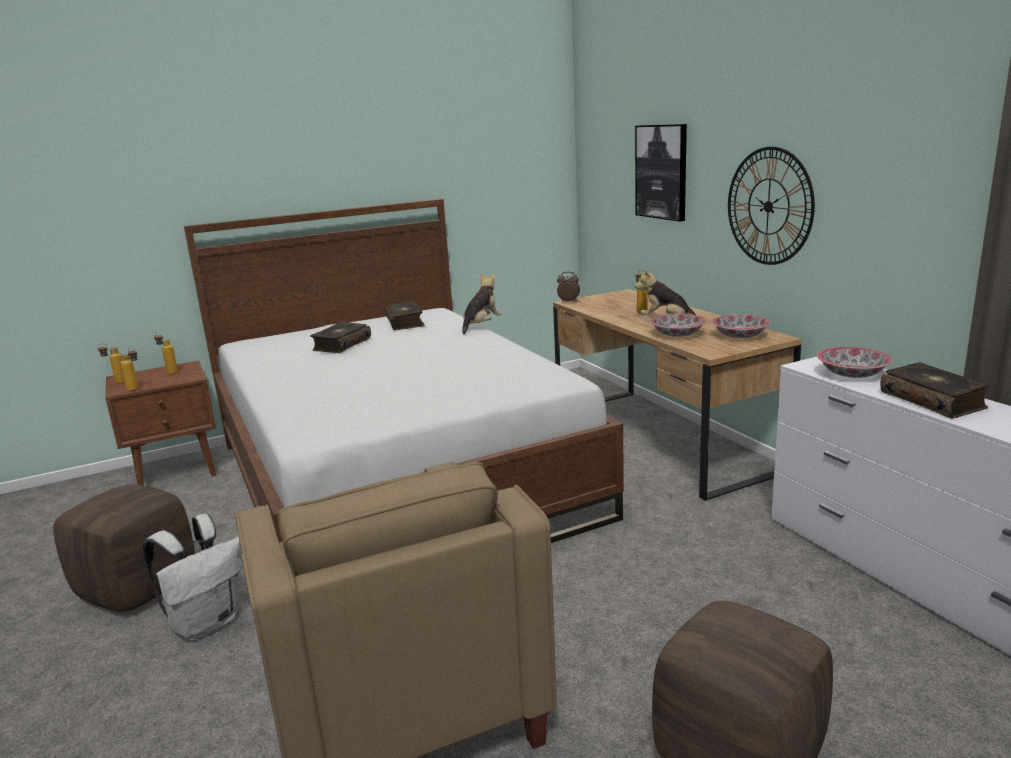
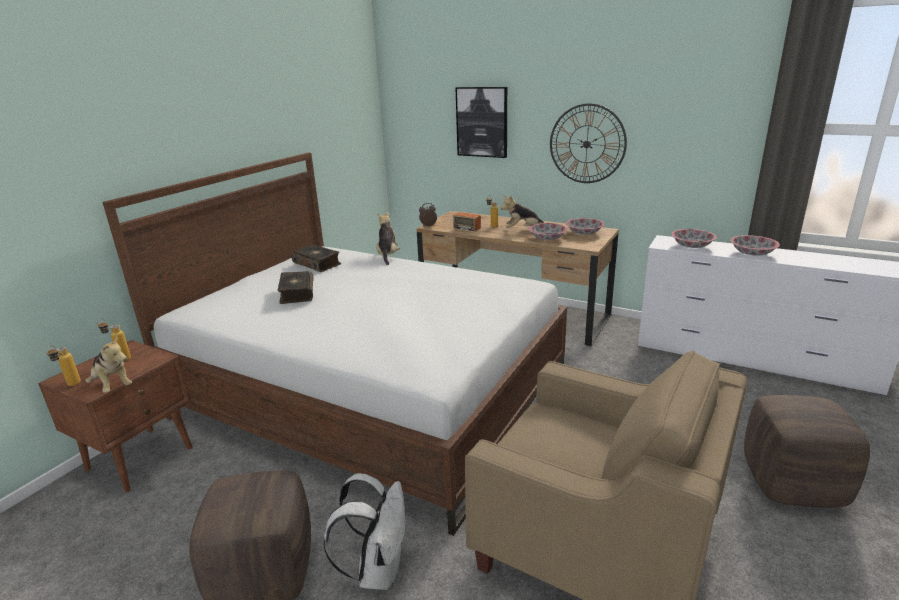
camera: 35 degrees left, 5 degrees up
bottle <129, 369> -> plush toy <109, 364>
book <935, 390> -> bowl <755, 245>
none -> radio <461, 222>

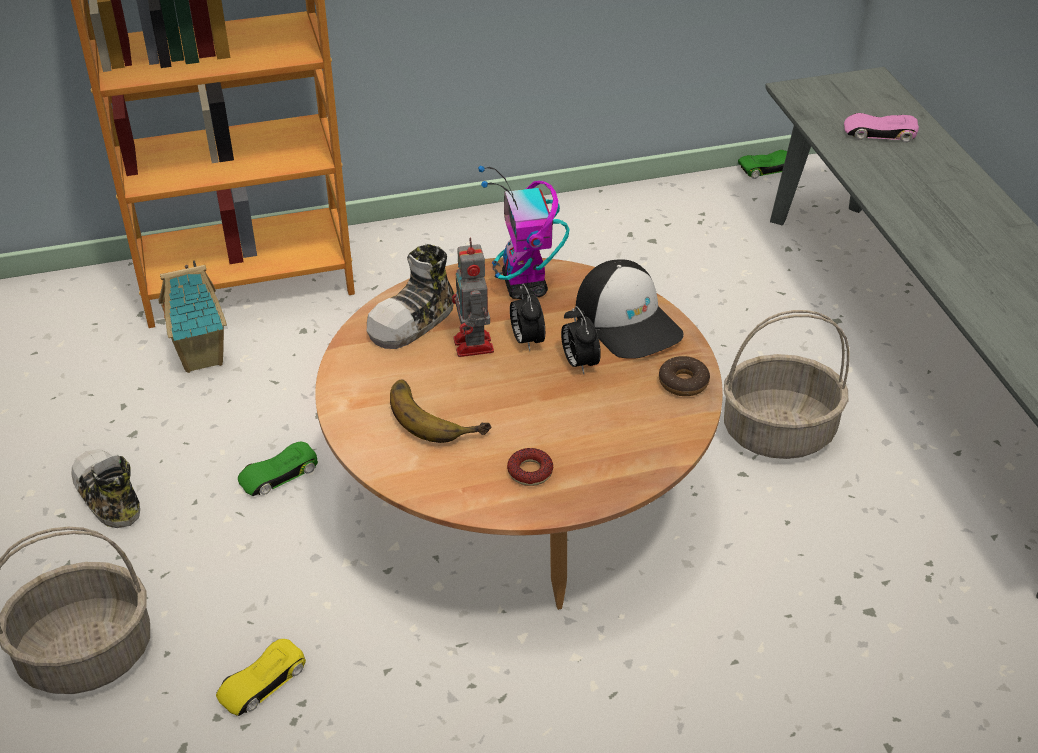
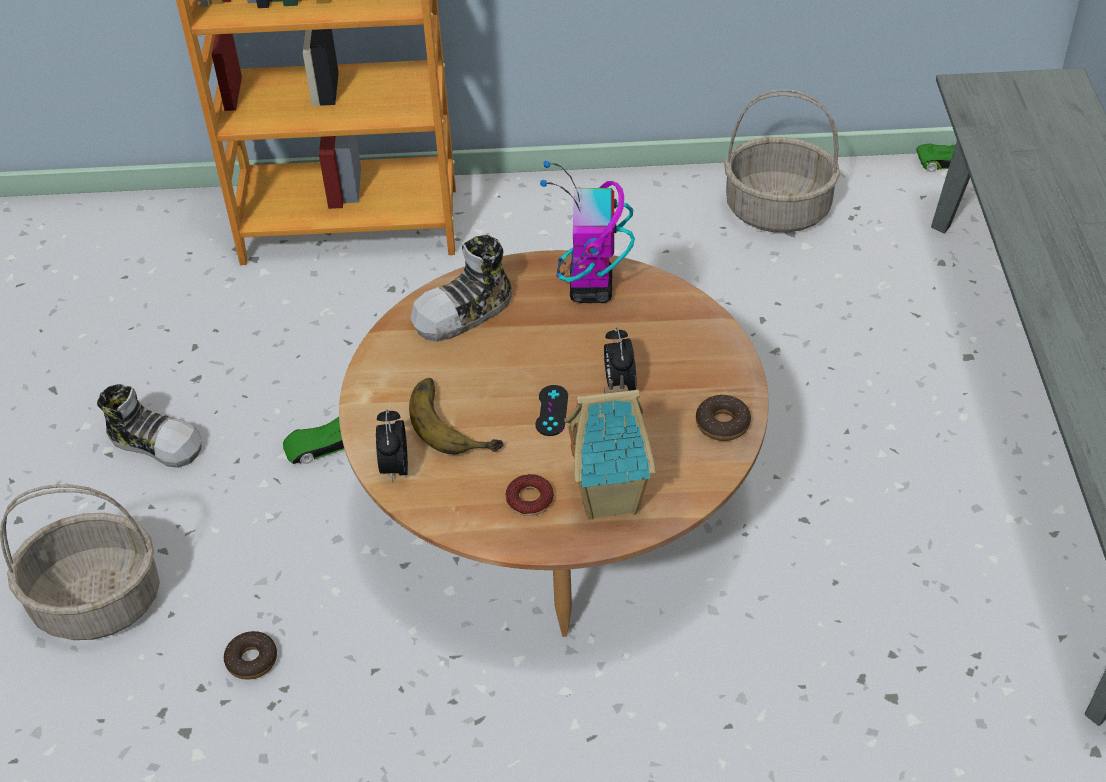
camera: 15 degrees right, 5 degrees up
shoe <105, 488> -> shoe <149, 426>, 135 degrees clockwise
toy house <192, 316> -> toy house <610, 447>, move
toy car in yellow <261, 677> -> donut <250, 655>
toy robot <473, 297> -> none
alarm clock <527, 317> -> alarm clock <392, 446>, move
cap <630, 309> -> none
basket <787, 384> -> basket <782, 161>, move
toy car in pink <881, 127> -> none
none -> game controller in black <551, 410>

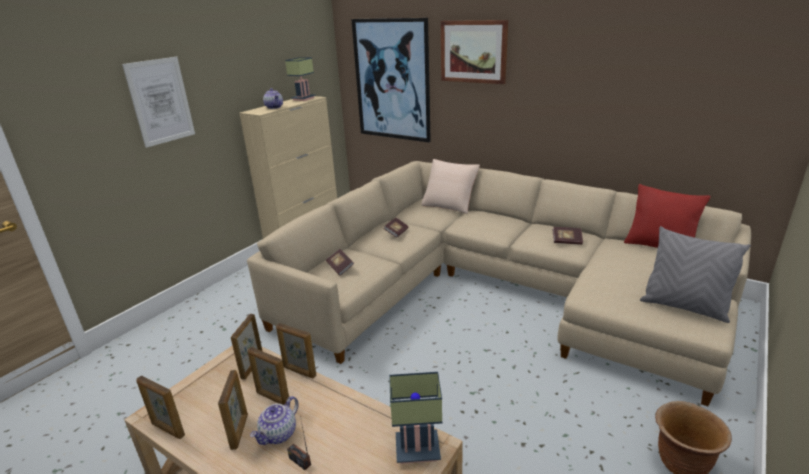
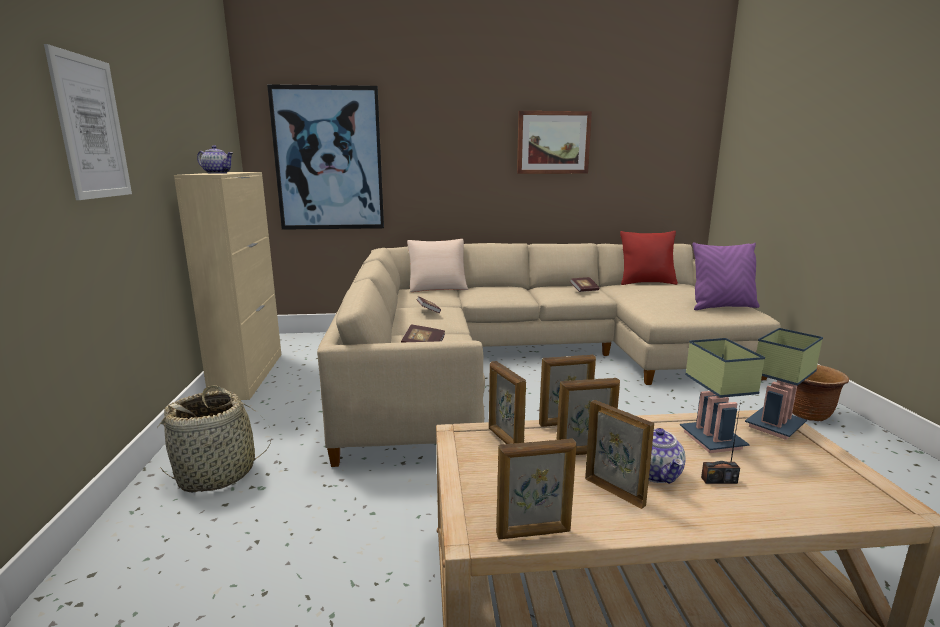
camera: 40 degrees left, 10 degrees down
table lamp <300, 79> -> table lamp <722, 395>, move
picture <474, 52> -> picture <554, 142>, move
pillow in grey <695, 274> -> pillow in purple <726, 276>
none -> basket <214, 438>

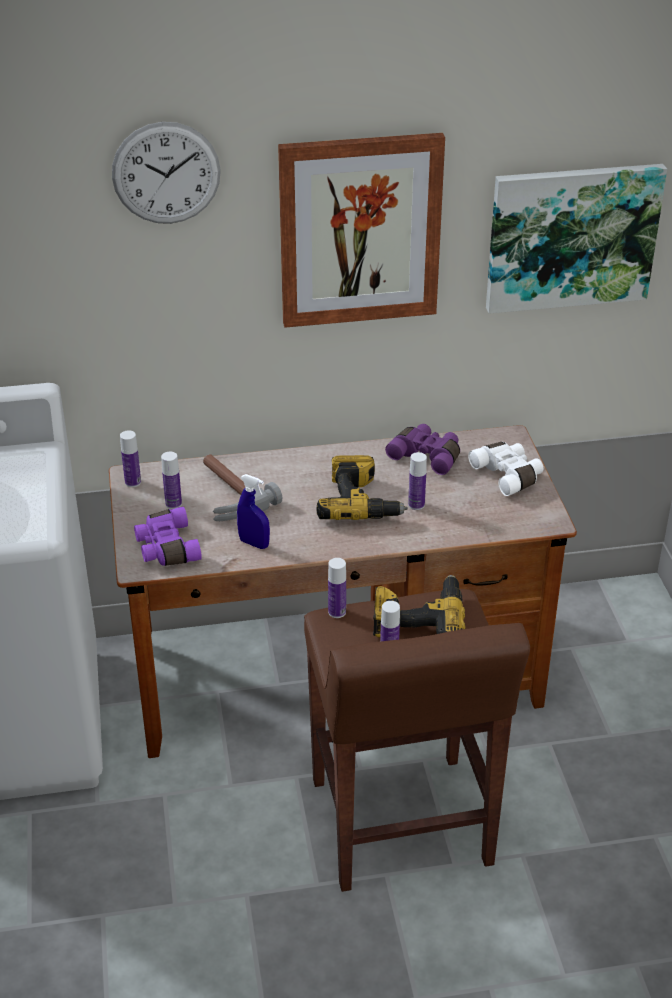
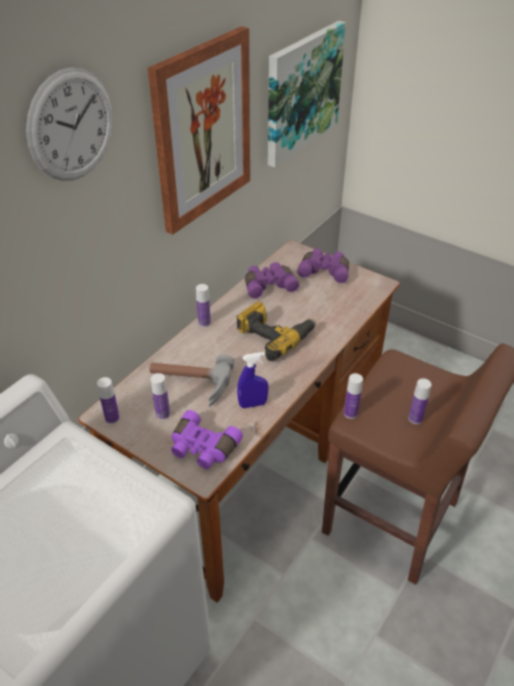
camera: 45 degrees left, 5 degrees up
power drill <419, 606> -> none
bottle <417, 481> -> bottle <203, 305>, move
binoculars in white <505, 469> -> binoculars in purple <323, 265>

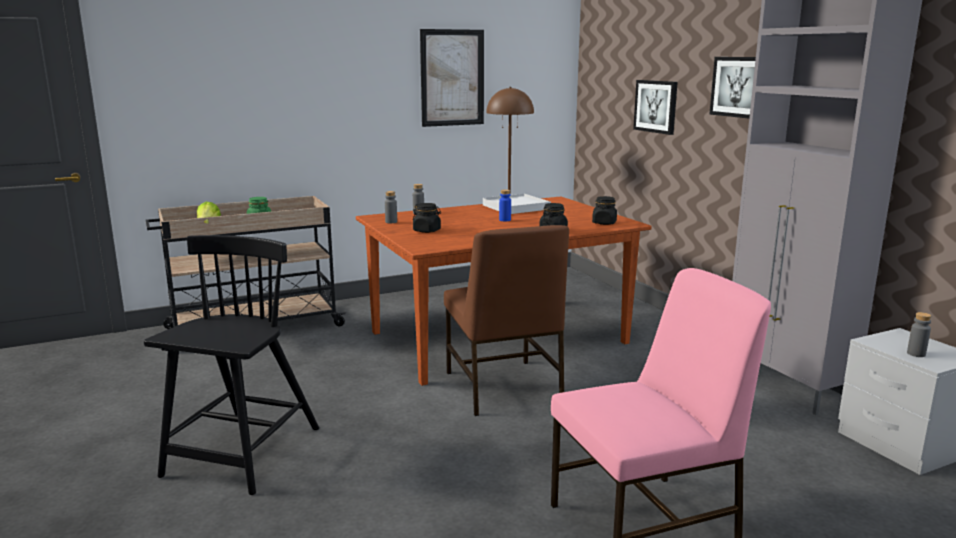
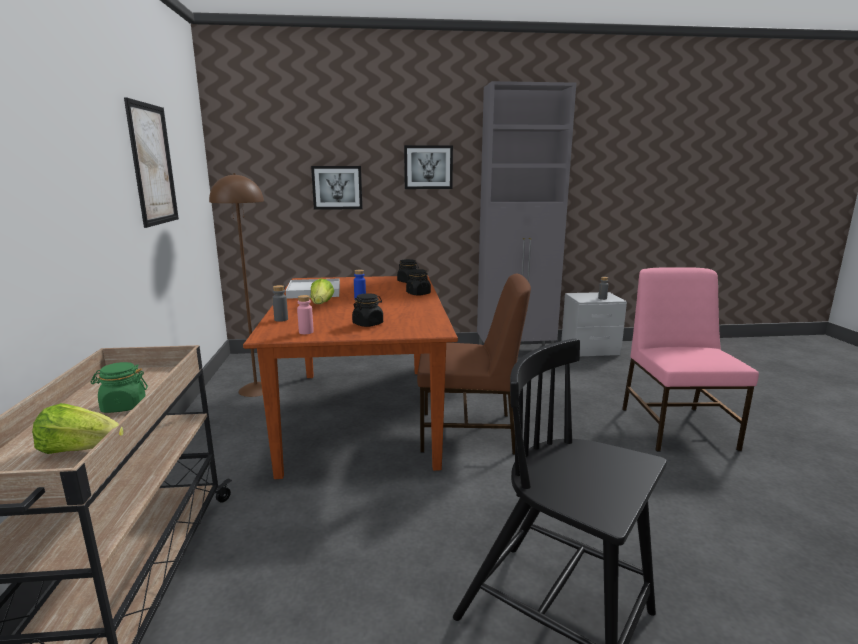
camera: 70 degrees left, 0 degrees up
bottle in grey <391, 207> -> bottle in pink <305, 314>
none -> lettuce <322, 291>

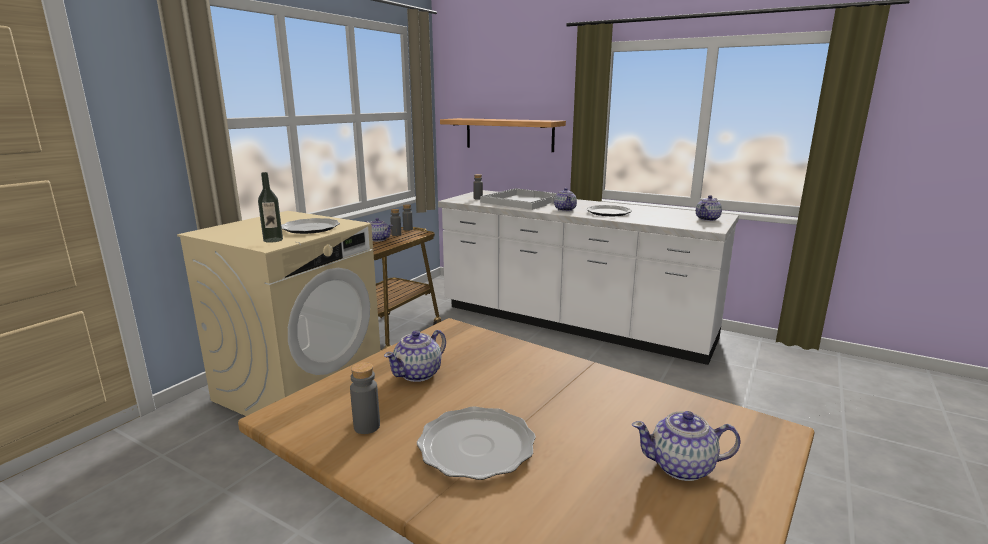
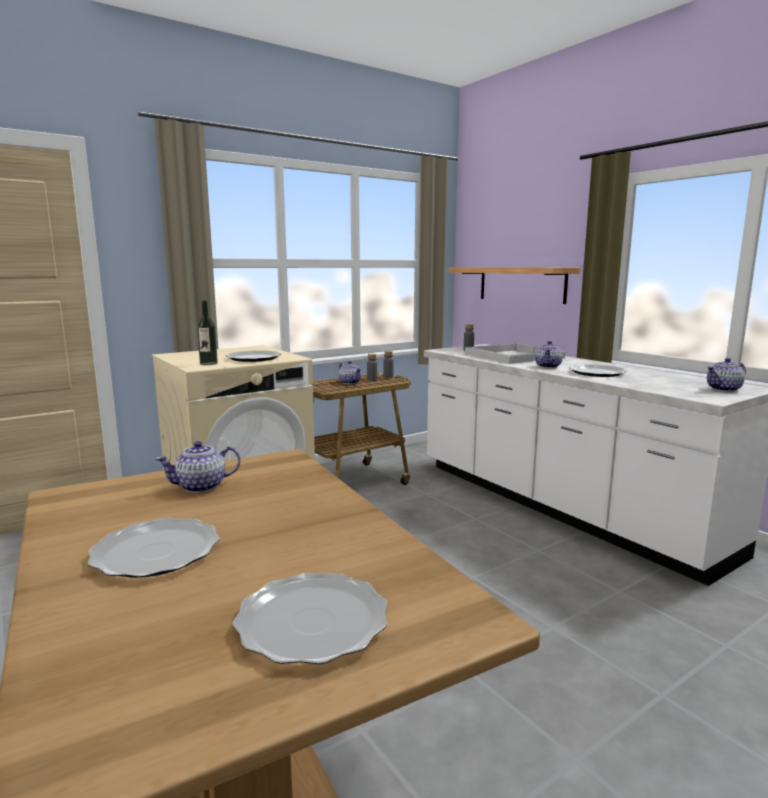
camera: 25 degrees right, 5 degrees down
bottle in grey <365, 398> -> none
teapot <686, 446> -> plate <310, 618>

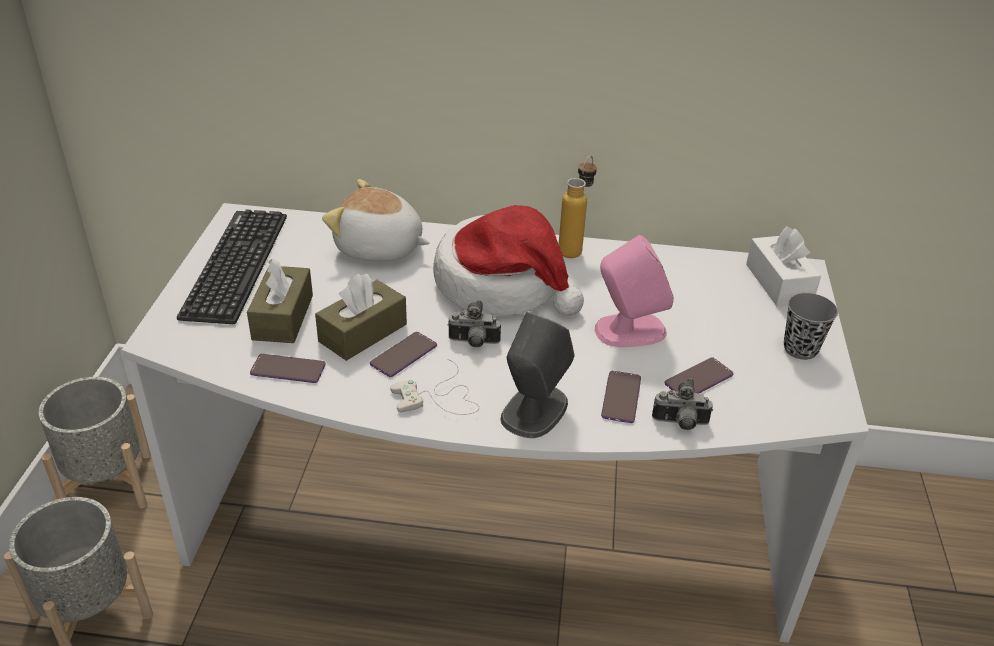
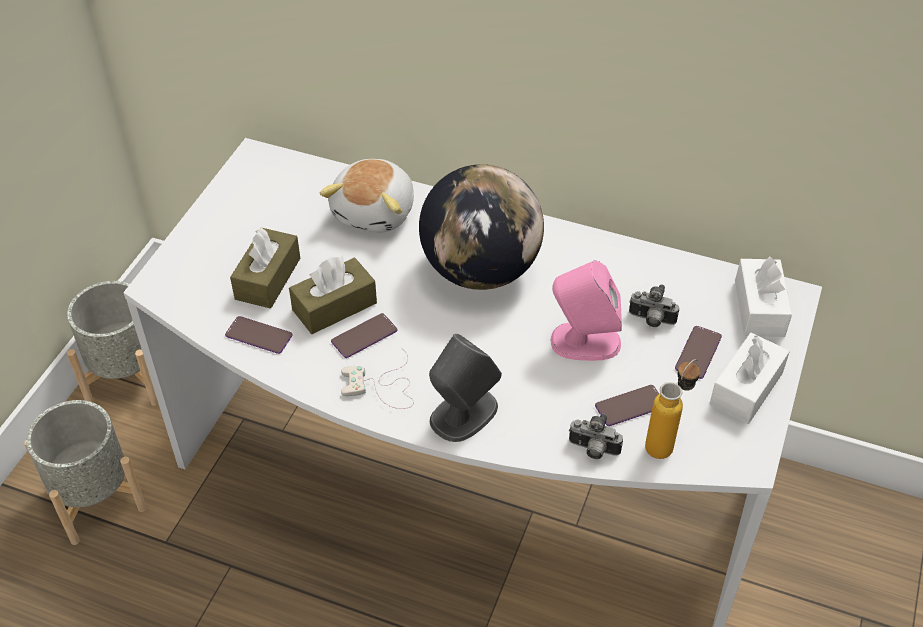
camera: 15 degrees right, 10 degrees up
keyboard <232, 267> -> none
plush toy <376, 220> -> plush toy <367, 195>, 105 degrees counterclockwise
hat <508, 260> -> globe <481, 227>
photo camera <474, 324> -> photo camera <654, 305>, move
bottle <578, 207> -> bottle <672, 409>, move
phone <621, 397> -> phone <698, 352>, move
cup in grey <811, 326> -> tissue box in white <750, 378>

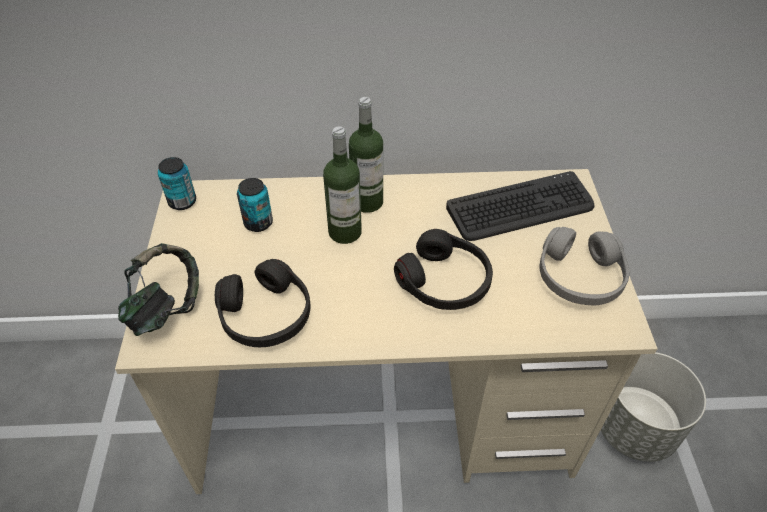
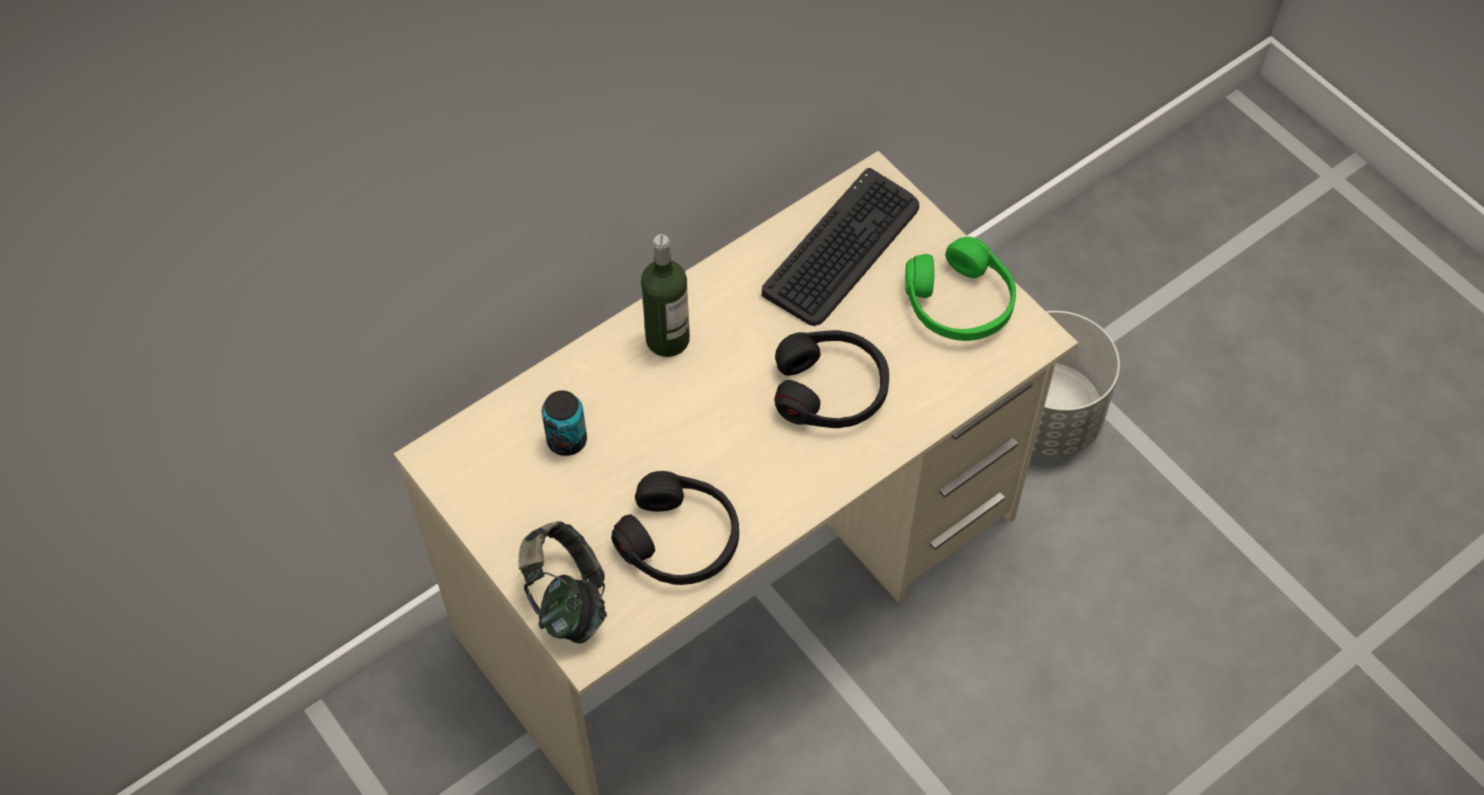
camera: 35 degrees left, 10 degrees up
can <177, 183> -> none
bottle <342, 185> -> none
headphones in grey <584, 266> -> headphones in green <960, 289>

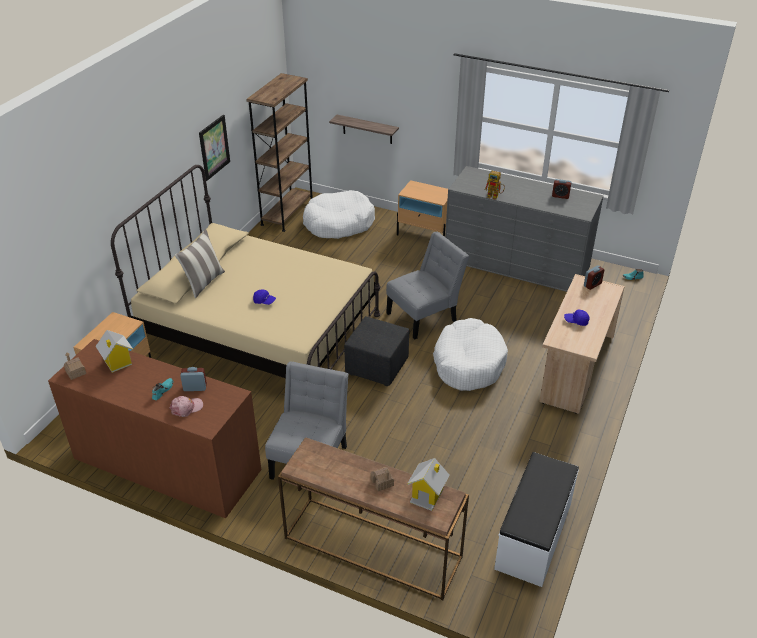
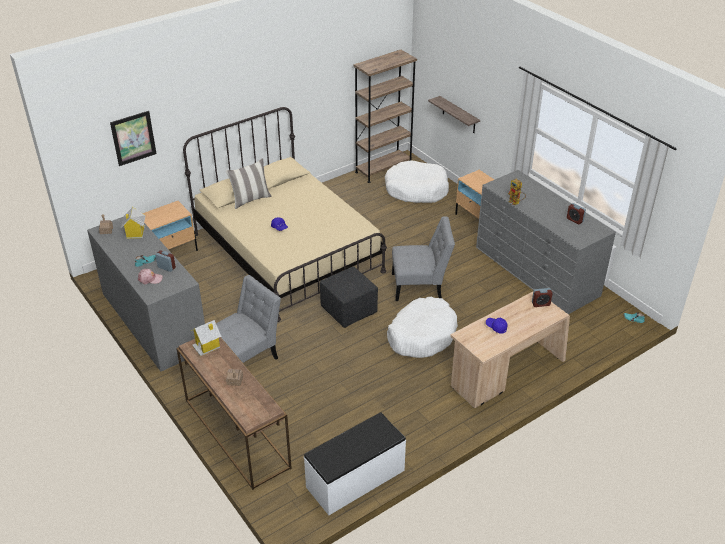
camera: 30 degrees right, 0 degrees up
dresser in brown <154, 428> -> dresser in grey <146, 294>
picture <214, 148> -> picture <133, 138>, move
toy house <428, 484> -> toy house <206, 338>, move

